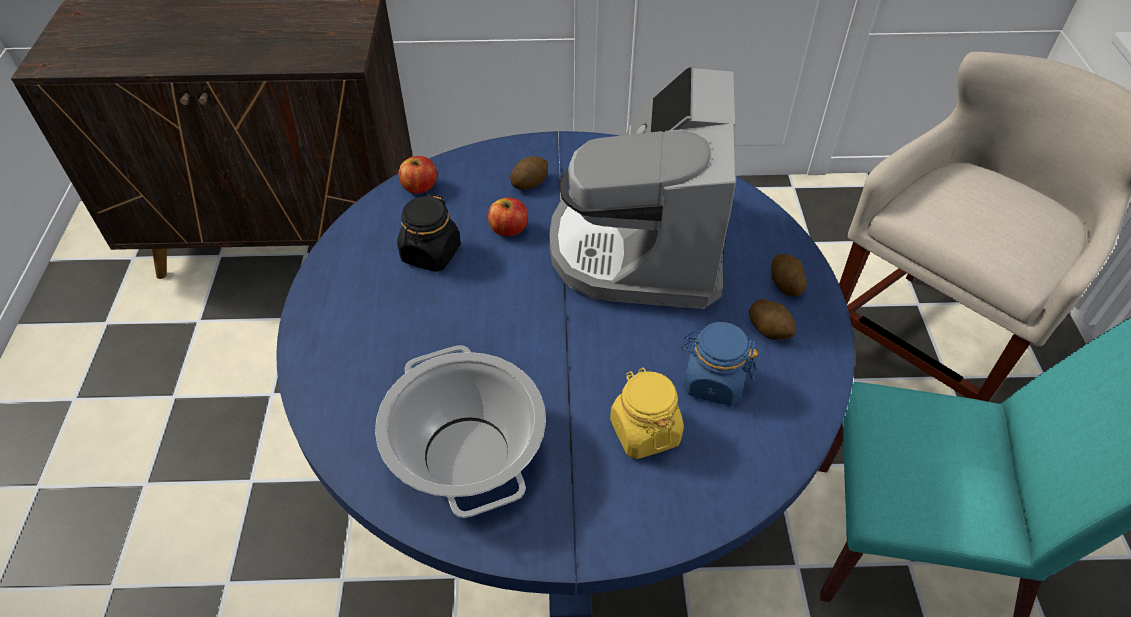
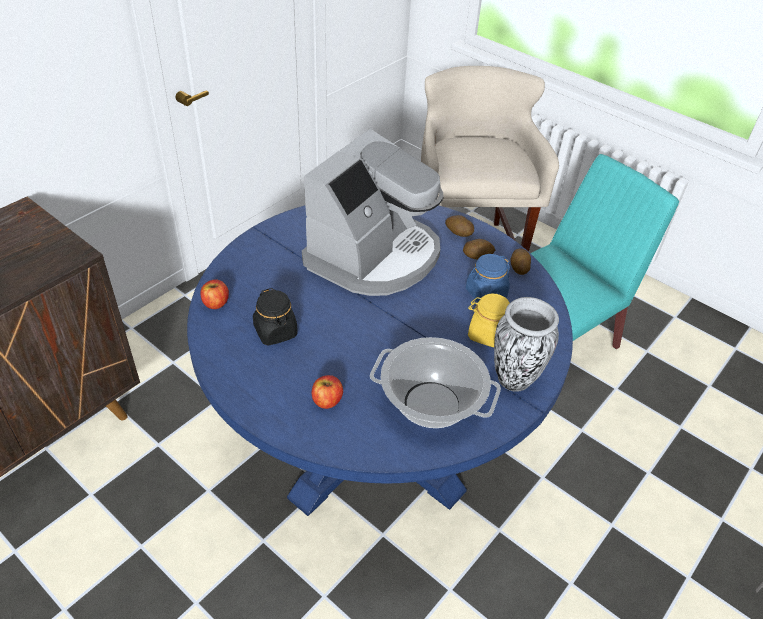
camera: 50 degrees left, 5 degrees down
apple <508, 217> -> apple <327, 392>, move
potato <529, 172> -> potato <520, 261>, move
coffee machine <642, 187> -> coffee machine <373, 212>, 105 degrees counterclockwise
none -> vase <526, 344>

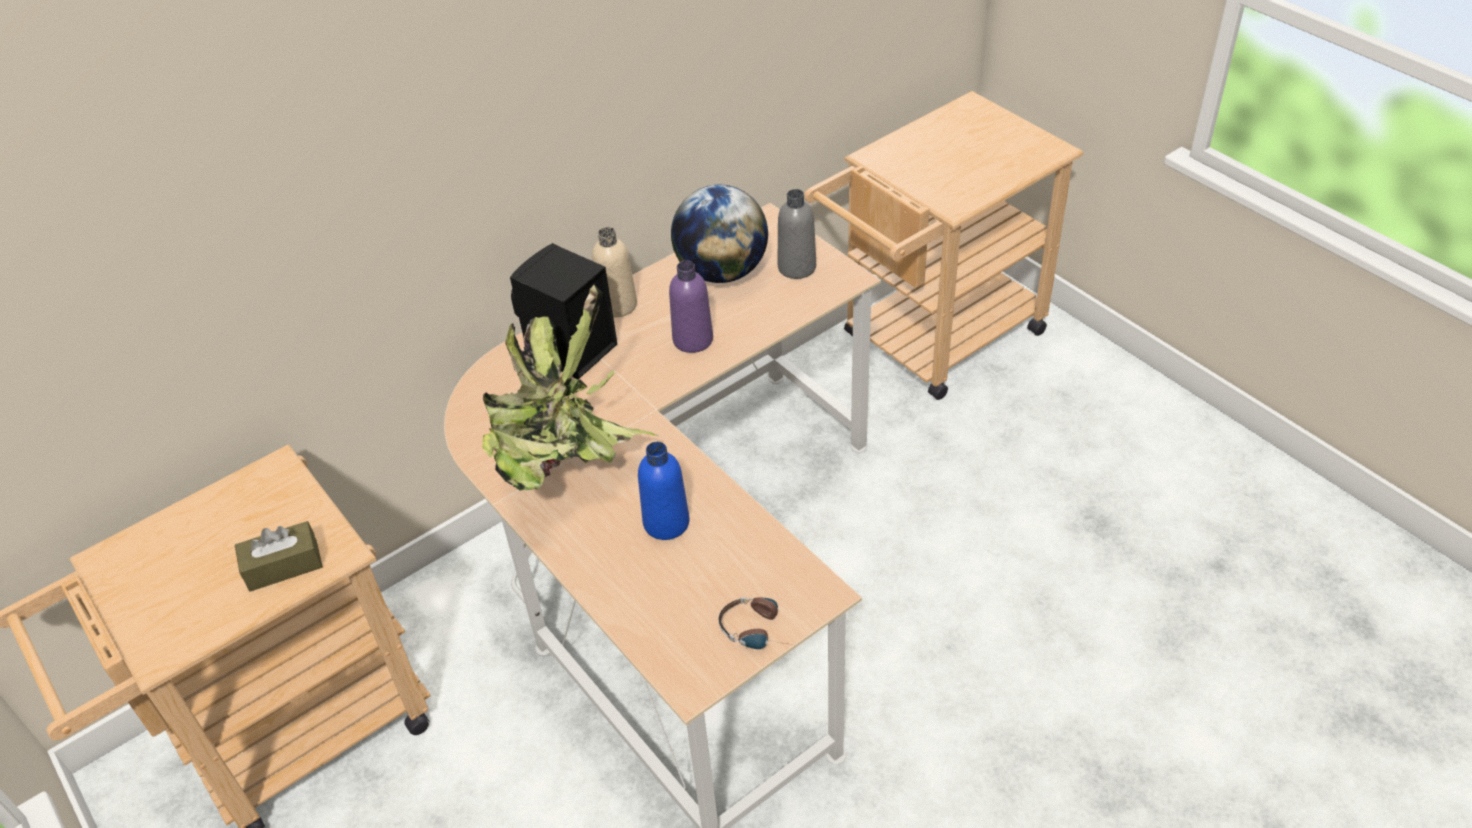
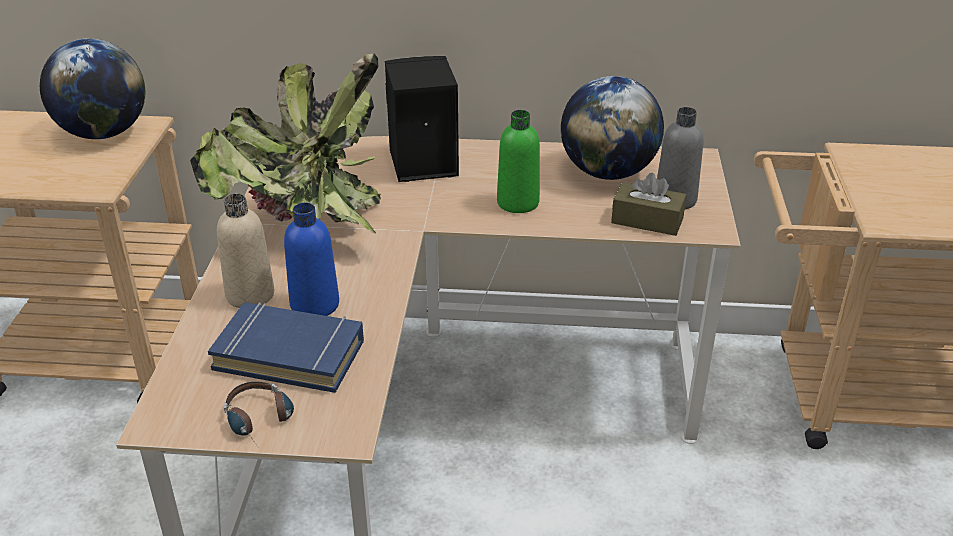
camera: 40 degrees right, 10 degrees down
tissue box in brown <279, 556> -> tissue box in brown <649, 204>, move
bottle in beige <614, 272> -> bottle in beige <245, 251>, move
bottle in purple <691, 306> -> bottle in green <518, 161>
none -> globe <93, 88>
none -> book in blue <286, 347>

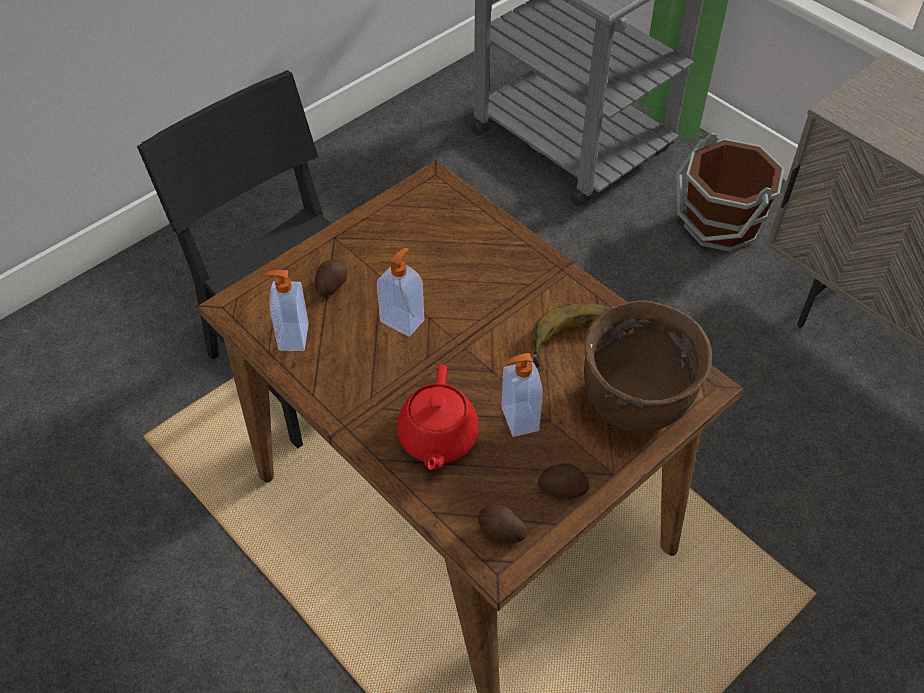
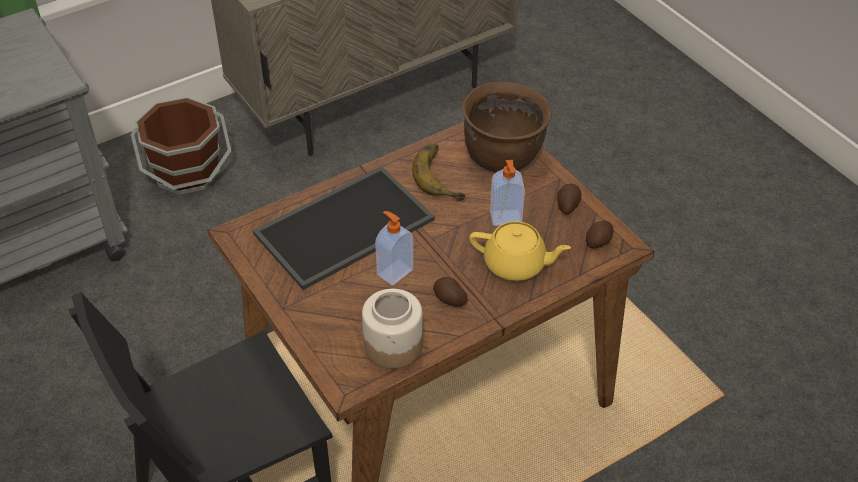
camera: 80 degrees left, 5 degrees down
soap dispenser <286, 310> -> jar <392, 329>
potato <331, 278> -> potato <450, 292>, move
teapot in red <438, 417> -> teapot in yellow <520, 251>
none -> tray <344, 228>

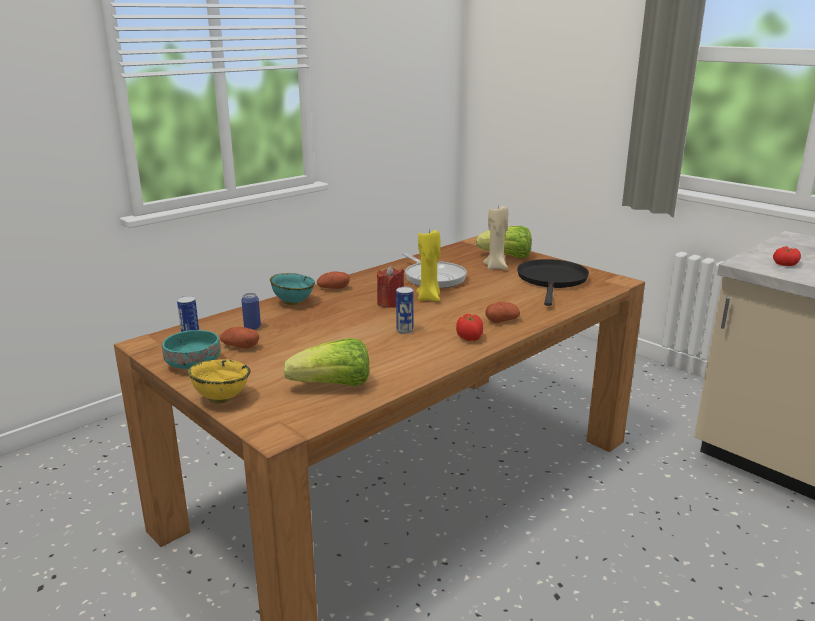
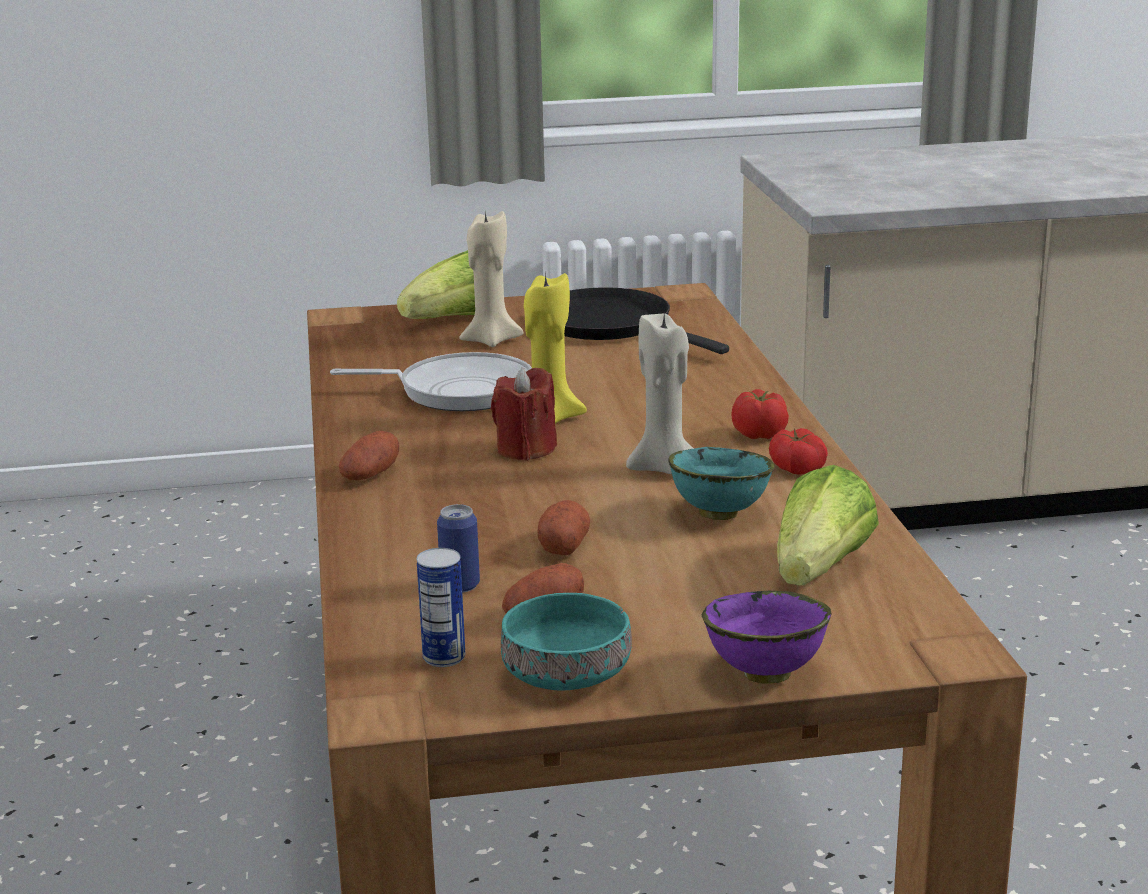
camera: 55 degrees left, 0 degrees up
bowl in yellow <219, 381> -> bowl in purple <766, 637>
bowl in turquoise <292, 289> -> bowl in turquoise <721, 483>, move
can <404, 310> -> candle in beige <660, 394>
potato <502, 312> -> potato <564, 527>, move
tomato <787, 256> -> tomato <798, 451>, move

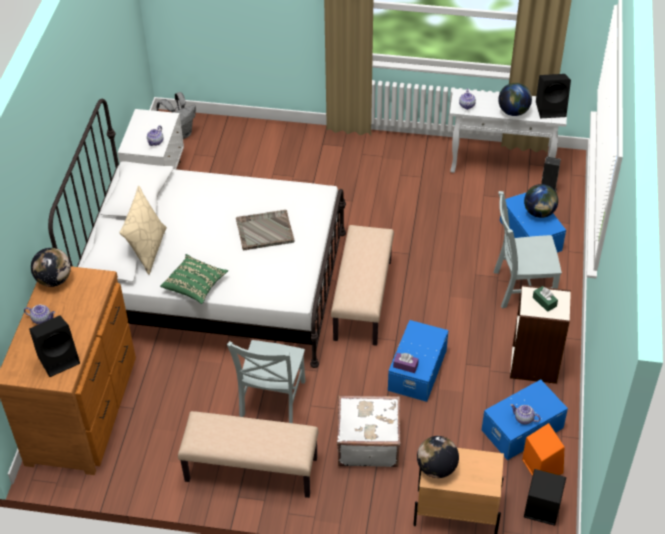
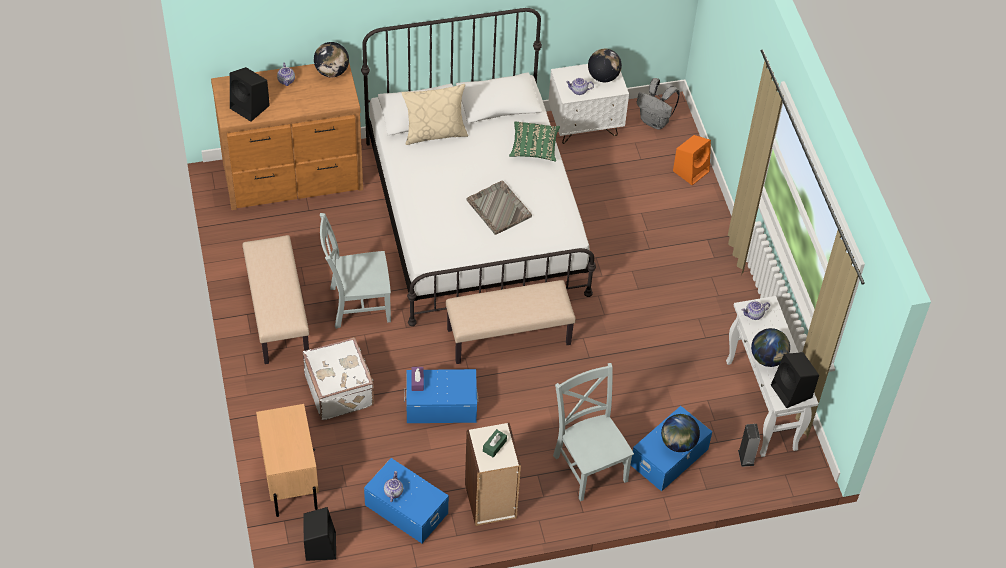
camera: 65 degrees right, 5 degrees up
pillow in green <194, 279> -> pillow in green <534, 141>, move
globe <438, 457> -> globe <605, 65>, move
speaker in orange <543, 449> -> speaker in orange <692, 160>, move

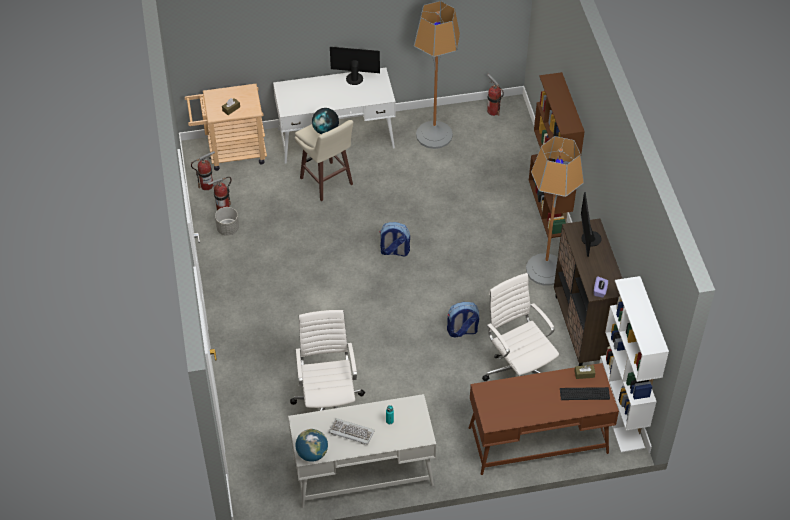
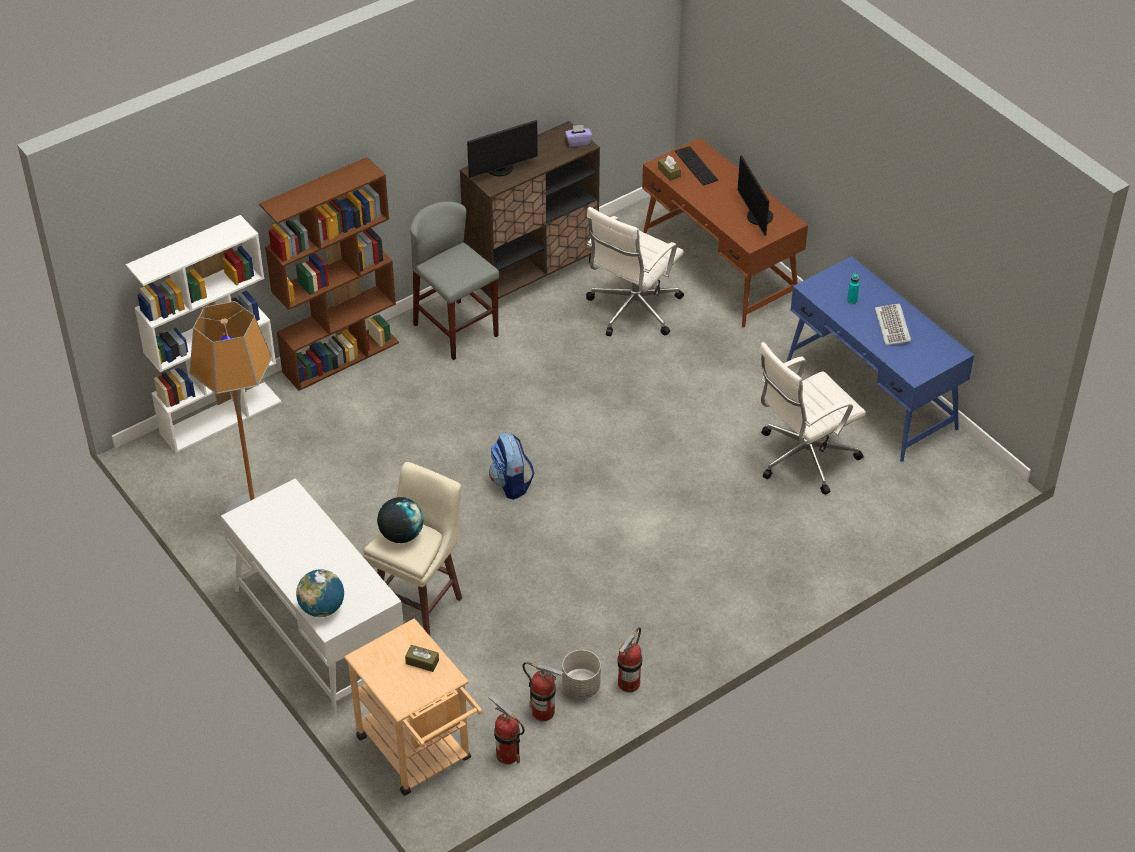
camera: 115 degrees left, 5 degrees down
desk in white <362, 451> -> desk in blue <880, 359>
globe <311, 445> -> globe <320, 593>, move
monitor <355, 66> -> monitor <755, 195>, move
backpack <463, 320> -> none
fire extinguisher <495, 95> -> fire extinguisher <629, 659>, move
floor lamp <555, 211> -> stool in grey <454, 281>
bookcase in white <634, 364> -> bookcase in white <204, 334>, move

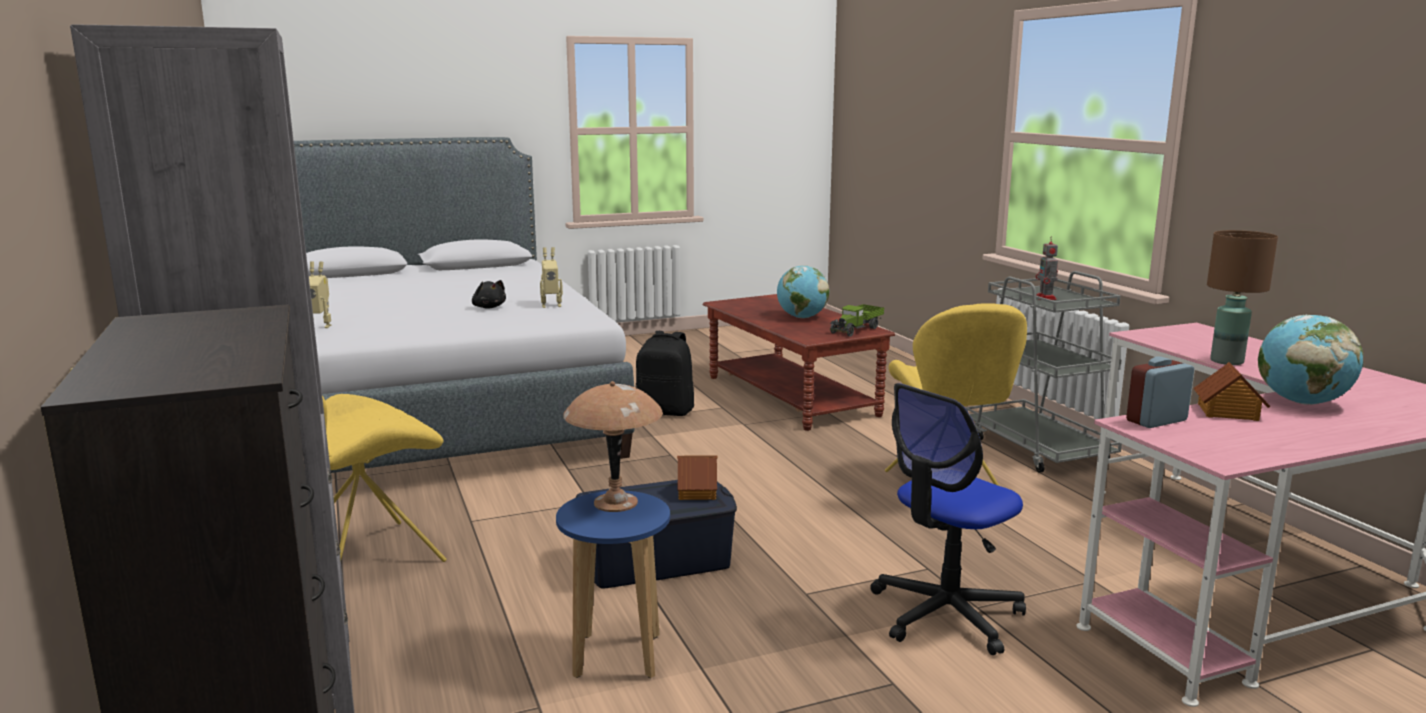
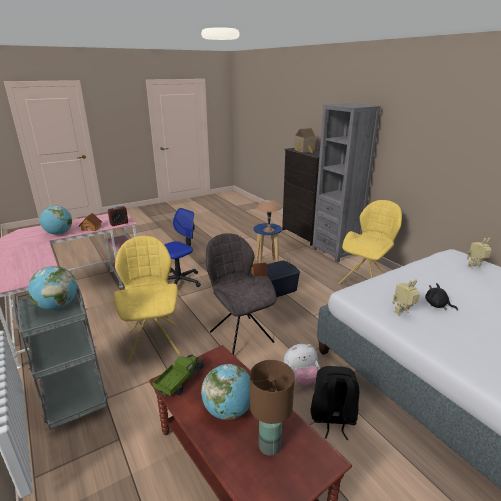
camera: 170 degrees right, 10 degrees up
toy robot <1047, 268> -> globe <52, 288>
table lamp in brown <1242, 297> -> table lamp in brown <272, 408>, move
none -> chair in grey <241, 294>
none -> plush toy <302, 365>
none -> toy house <305, 140>

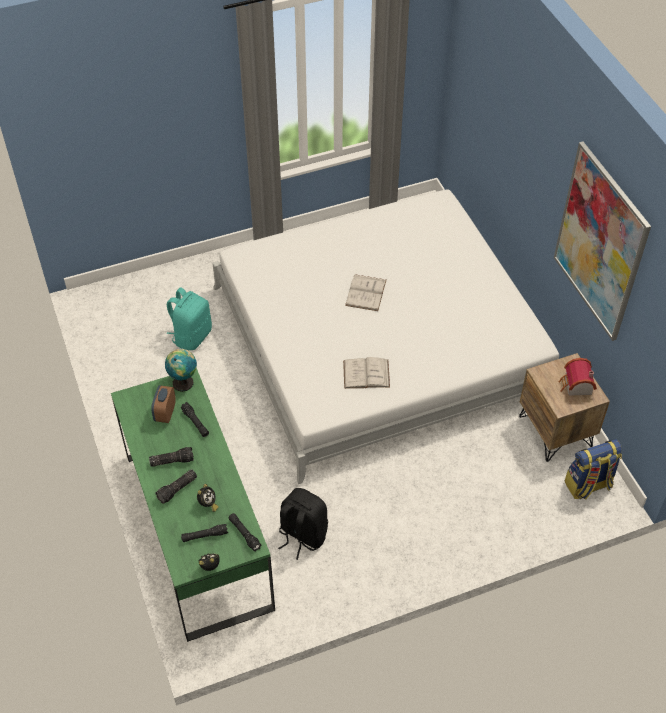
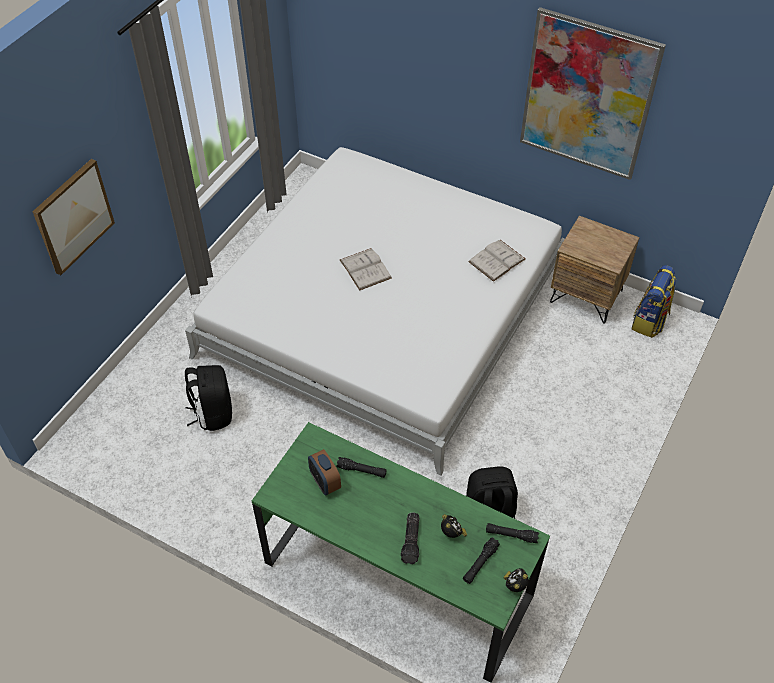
camera: 40 degrees left, 0 degrees up
flashlight <171, 457> -> none
globe <181, 370> -> none
backpack in turquoise <189, 318> -> backpack in black <208, 398>
book in white <366, 373> -> book in white <496, 261>, move
toy house <578, 377> -> none
none -> picture <73, 217>

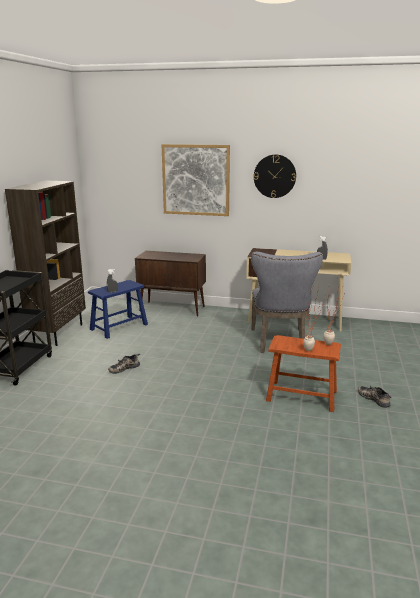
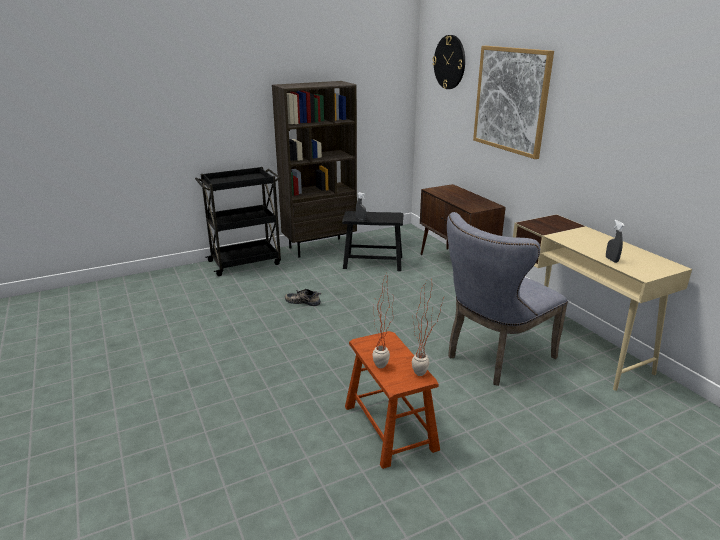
camera: 50 degrees right, 5 degrees up
stool in blue <118, 309> -> stool in black <372, 241>
wall clock <275, 176> -> wall clock <448, 62>, move
shoe <375, 396> -> none

